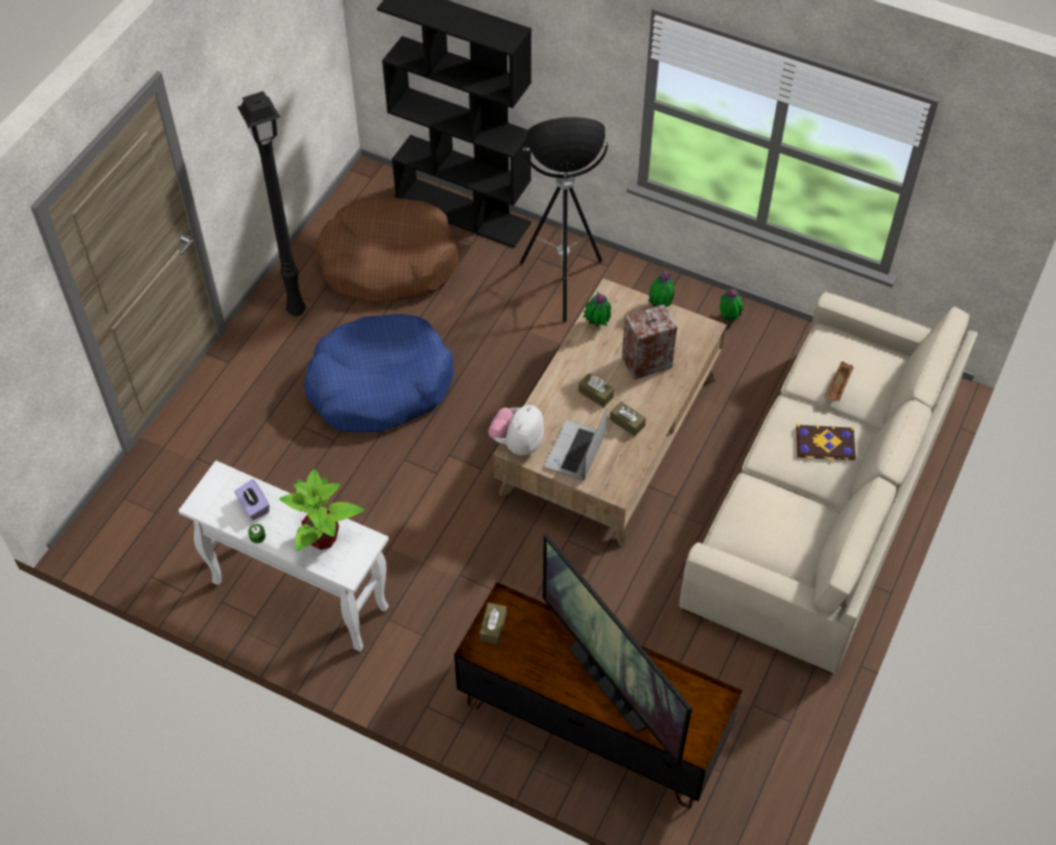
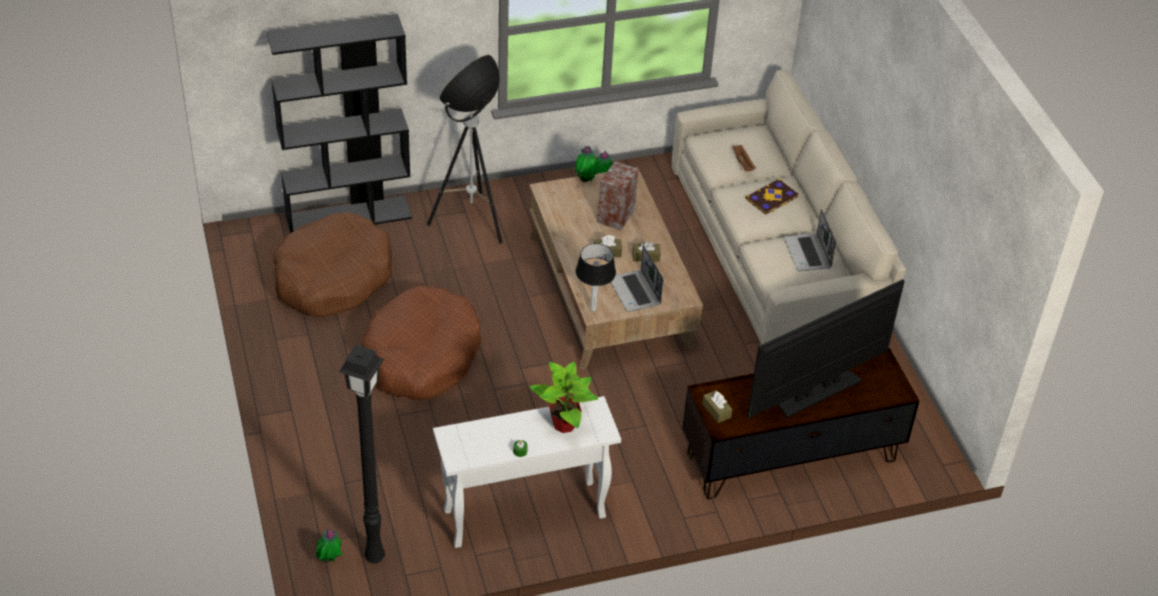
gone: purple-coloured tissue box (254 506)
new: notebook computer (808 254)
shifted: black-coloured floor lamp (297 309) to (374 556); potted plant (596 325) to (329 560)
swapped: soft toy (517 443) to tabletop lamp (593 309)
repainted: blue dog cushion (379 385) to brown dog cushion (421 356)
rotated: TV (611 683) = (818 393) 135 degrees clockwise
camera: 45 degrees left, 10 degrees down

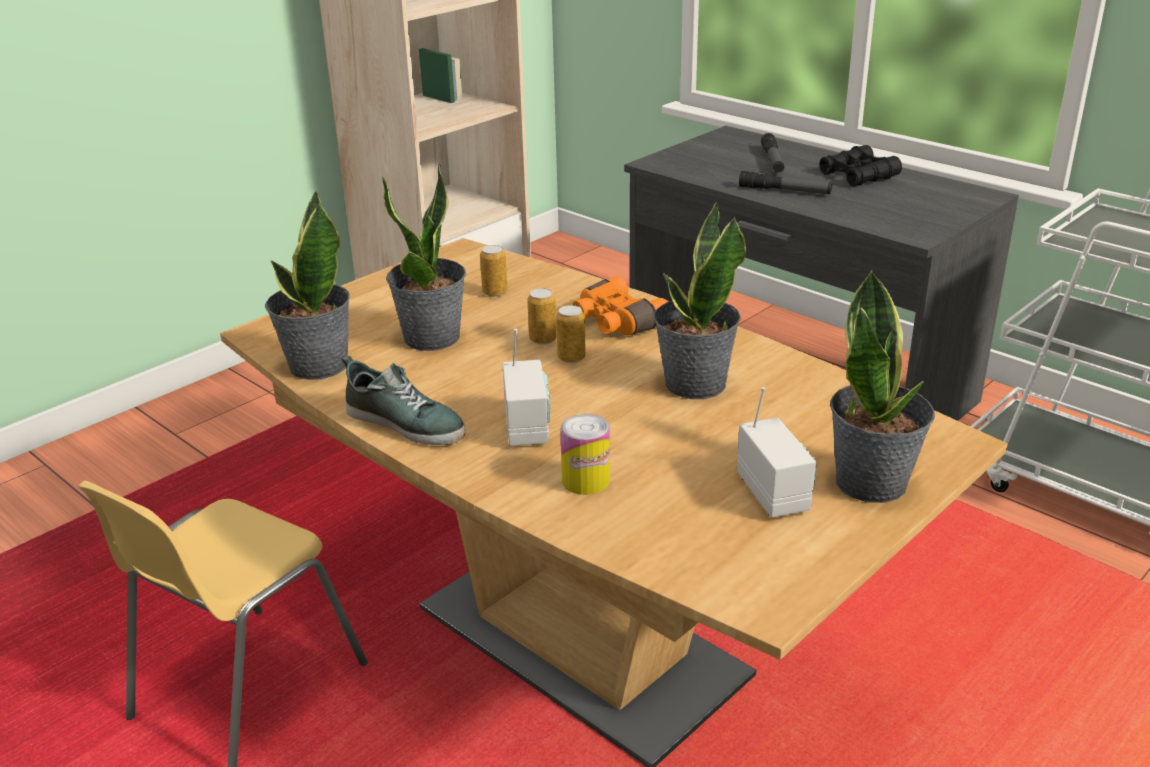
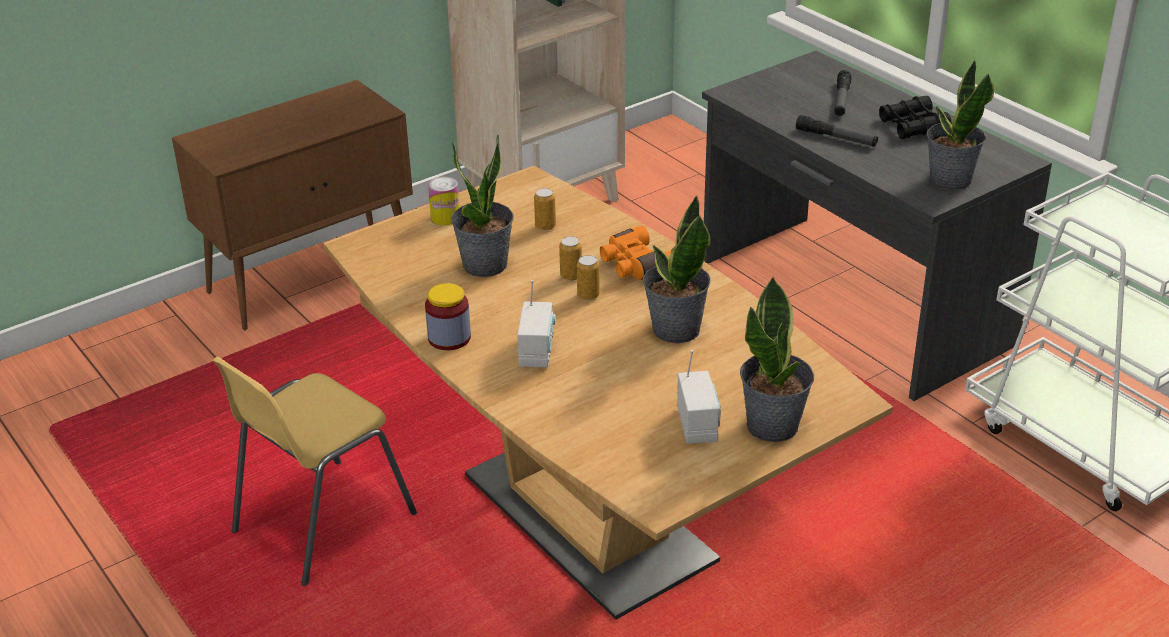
new: brown storage cabinet (313 278)
shifted: potted plant (317 366) to (949 180); can (586 480) to (445 218)
swapped: shoe (406 422) to storage jar (449 338)
camera: 10 degrees right, 5 degrees up

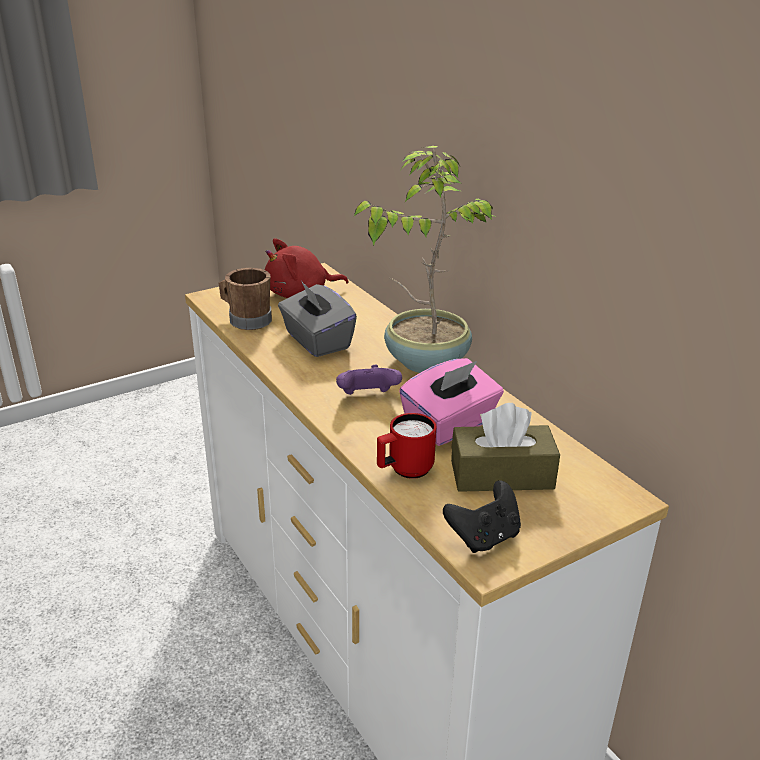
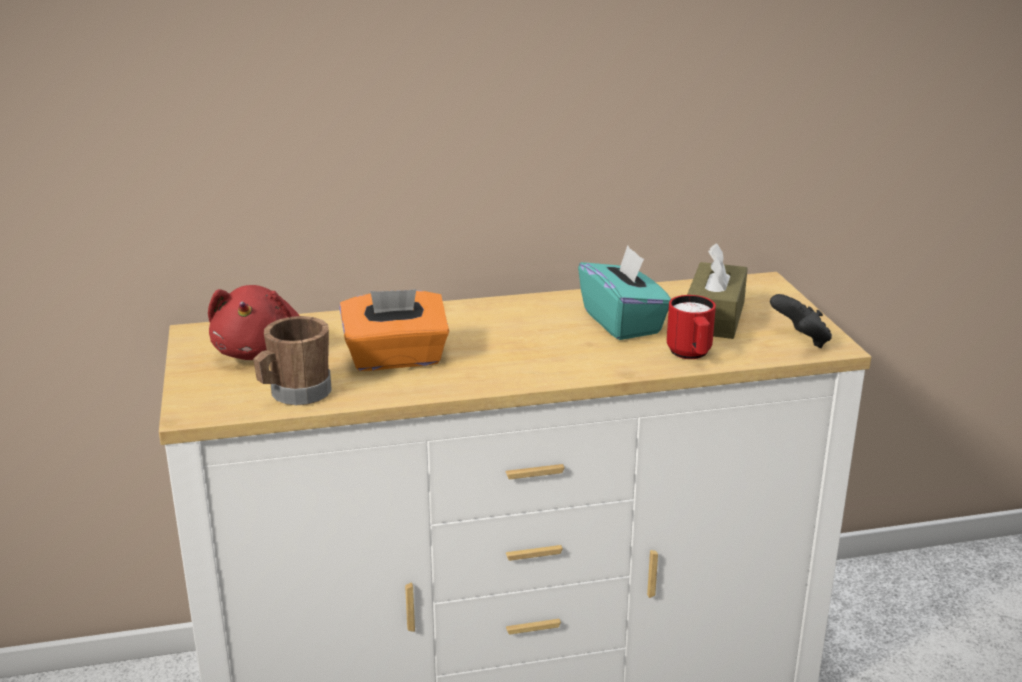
gone: purple-coloured joypad (367 397); potted plant (425 361)
repainted: grey tissue box (316 341) to orange-coloured tissue box (396 359); pink tissue box (450 425) to turquoise-coloured tissue box (623 322)
camera: 70 degrees left, 5 degrees down

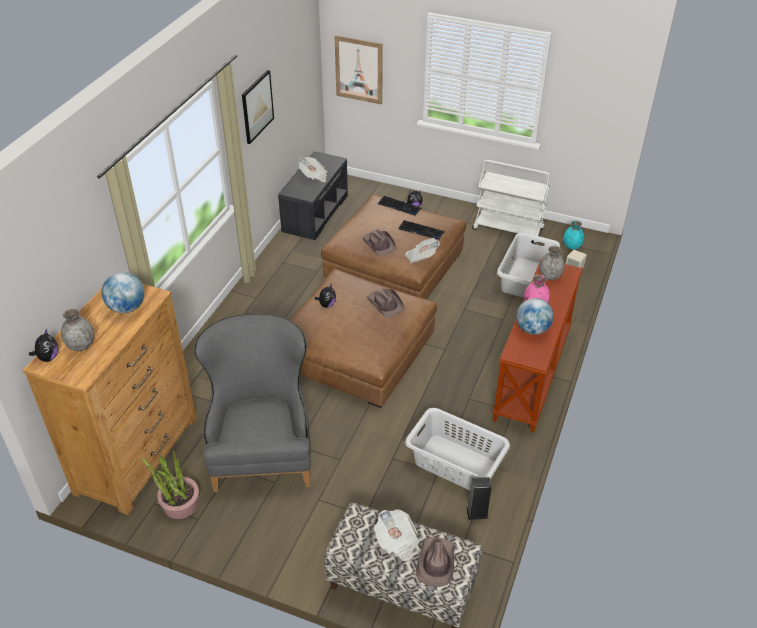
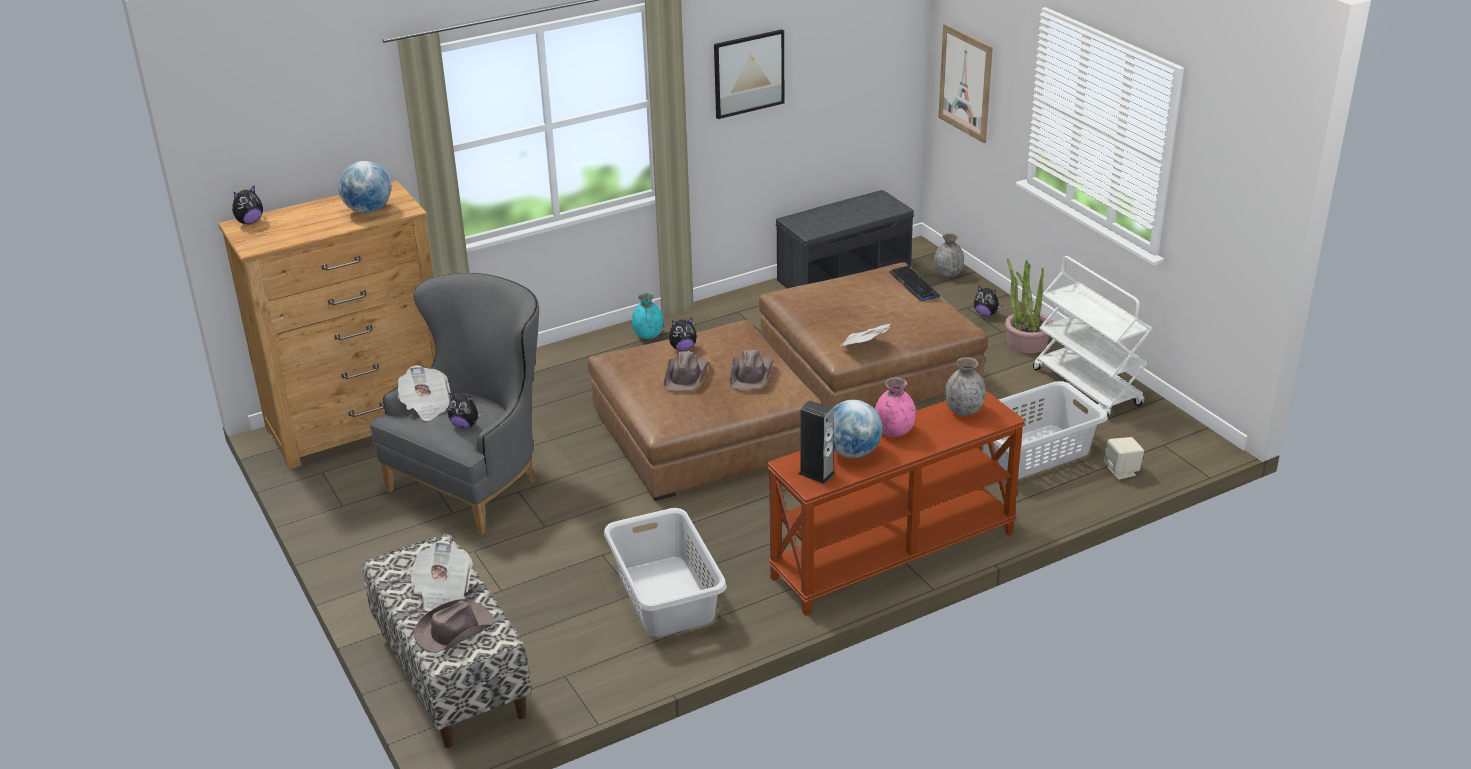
gone: keyboard (421 230)
new: soft toy (465 425)
shifted: grey decorative vase (81 345) to (948 274); potted plant (180 504) to (1026 342); newspaper (314 176) to (426 406); brown hat (379 244) to (686 376); audio speaker (477 513) to (816 473); turquoise-coloured decorative vase (572 246) to (648 335)
camera: 40 degrees right, 10 degrees down

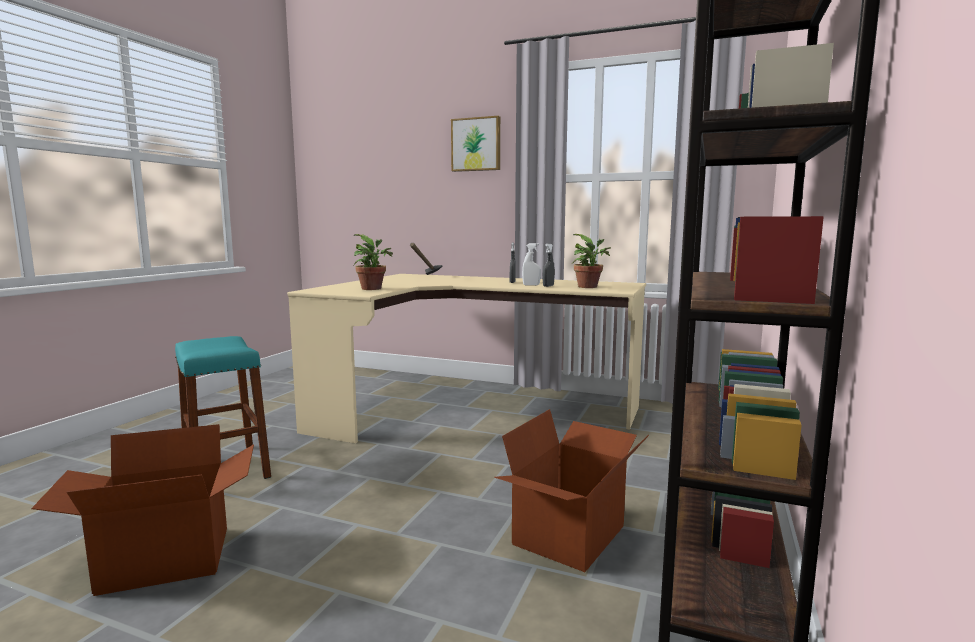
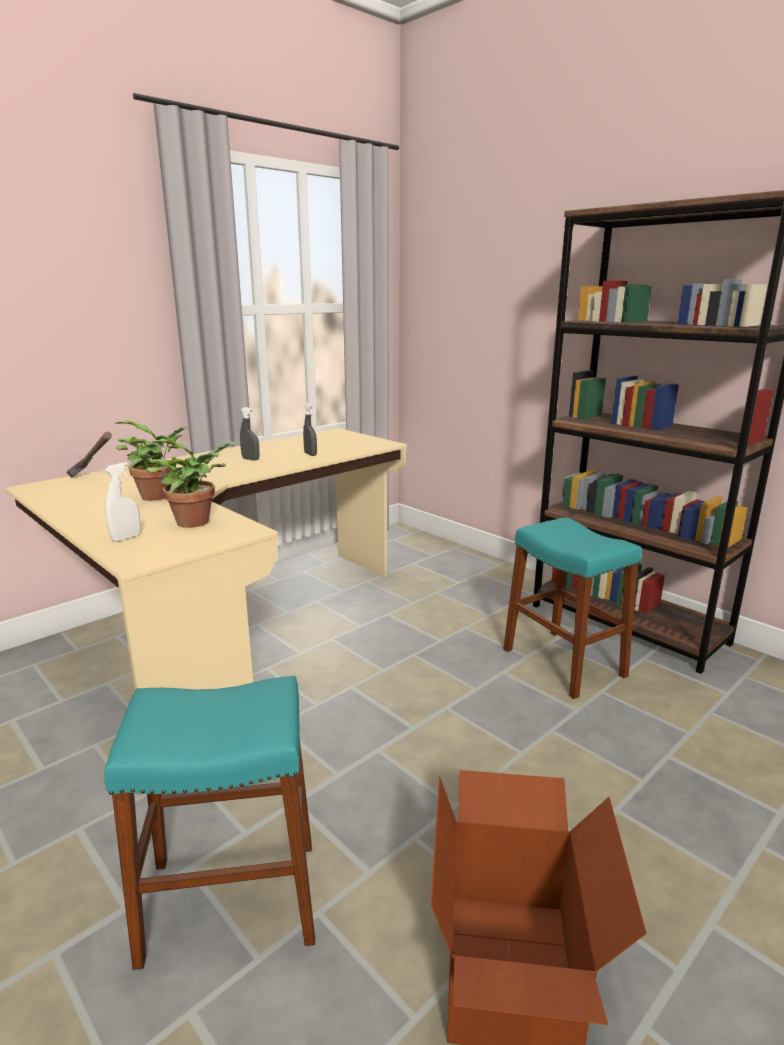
gone: wall art (476 144)
shifted: whitish spray bottle (531 285) to (126 538); potted plant (589 287) to (160 496)
swapped: carton (571 536) to turquoise-coloured sitting stool (563 662)
camera: 65 degrees left, 10 degrees up

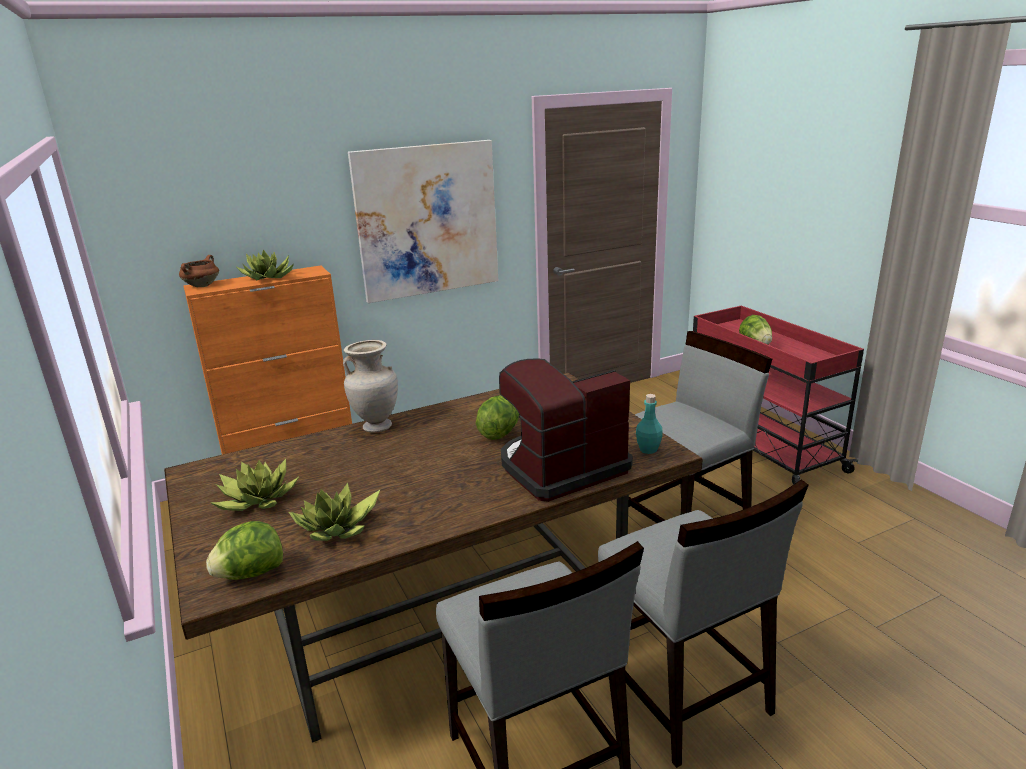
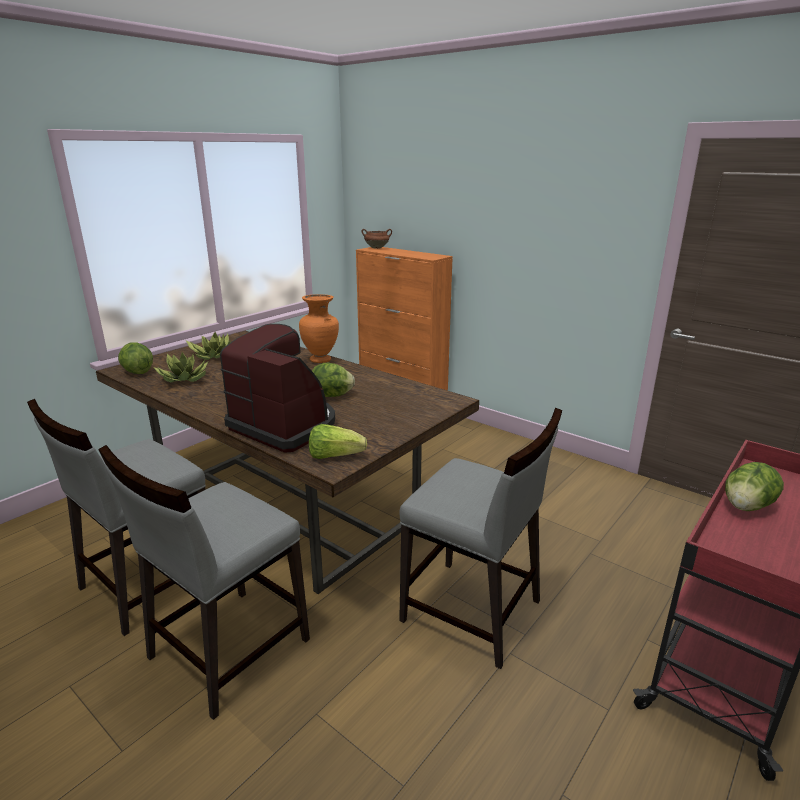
gone: potted plant (268 278); wall art (427 220)
swapped: turquoise-coloured drink bottle (648 449) to lettuce (334 456)
repainted: beige decorative vase (377 427) to orange-coloured decorative vase (321 360)
camera: 65 degrees right, 0 degrees up

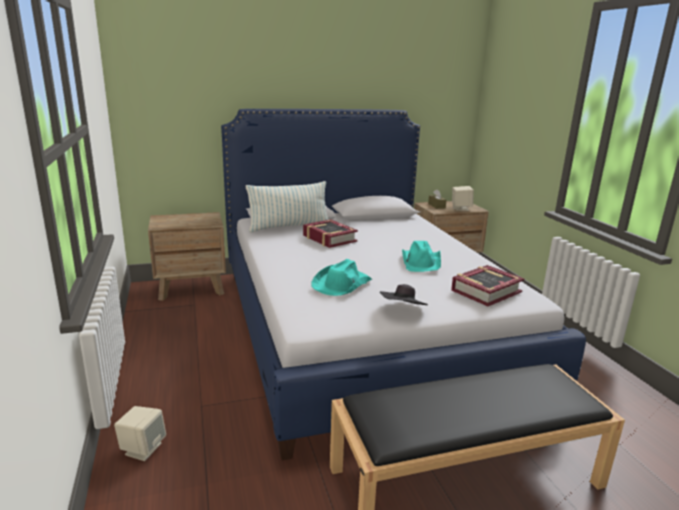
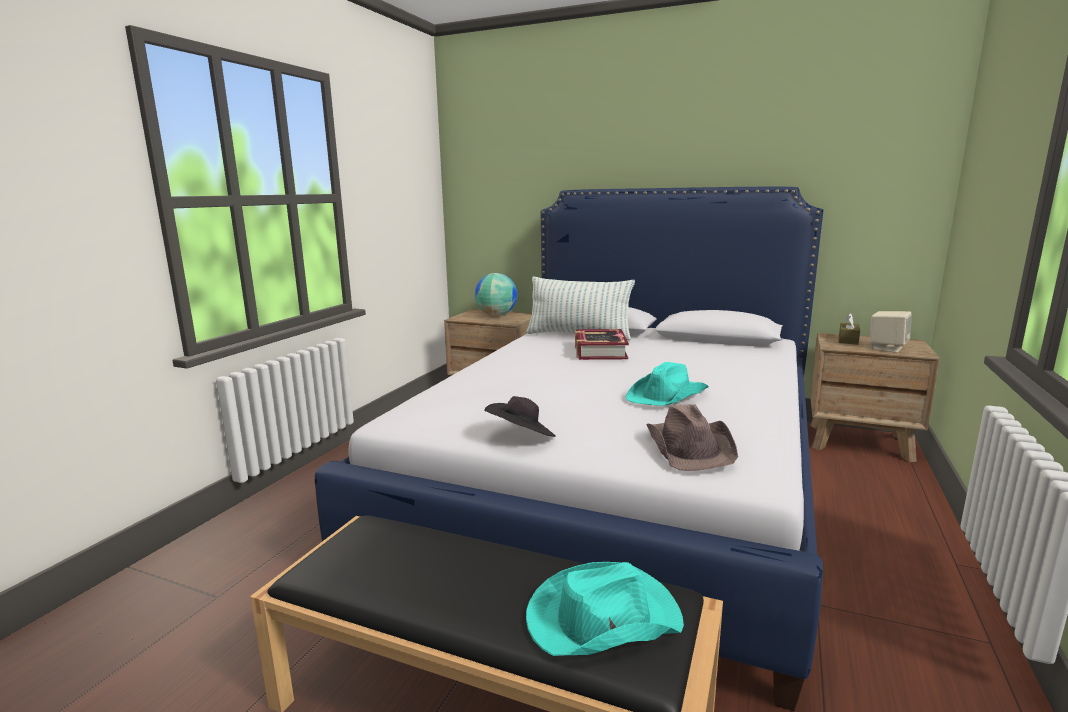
gone: beige audio speaker (143 448)
new: desk globe (496 315)
shifted: turquoise-coloured hat (341 284) to (601 618)
swapped: book (485 291) to brown hat (690 447)
camera: 40 degrees right, 5 degrees down

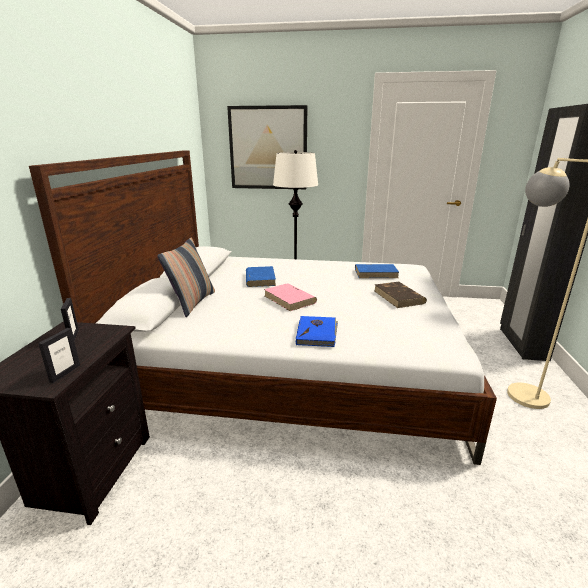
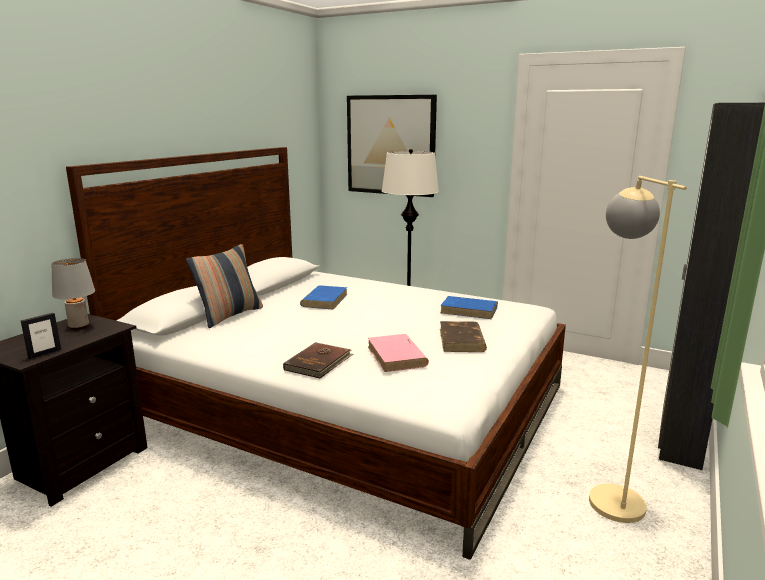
shifted: pink book (290 299) to (397 356)
swapped: standing frame (73 336) to grey tabletop lamp (79 326)
repainted: blue book (317 333) to brown book (319 363)
camera: 20 degrees right, 5 degrees down

